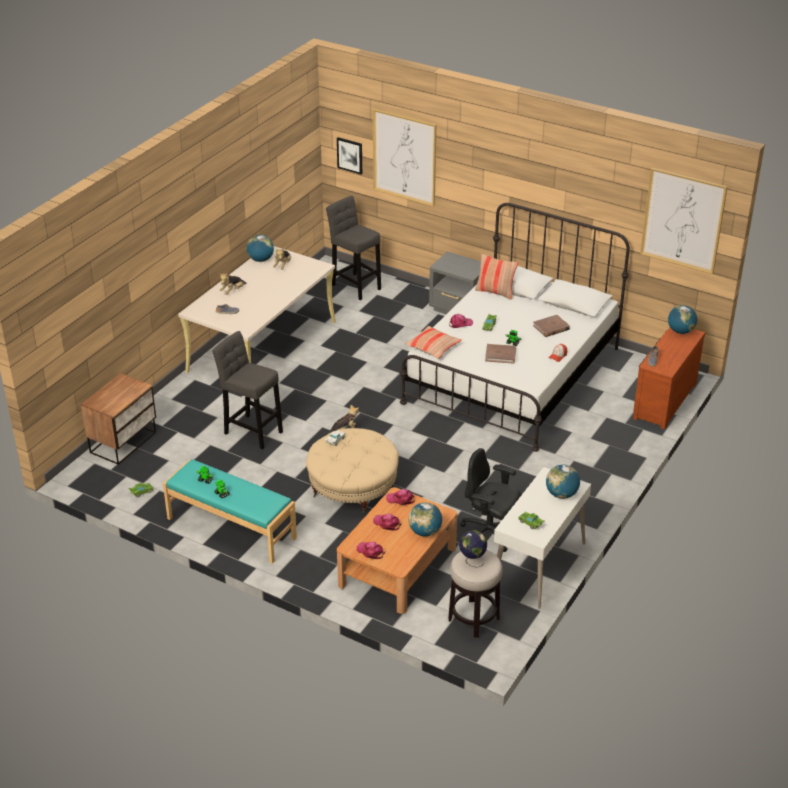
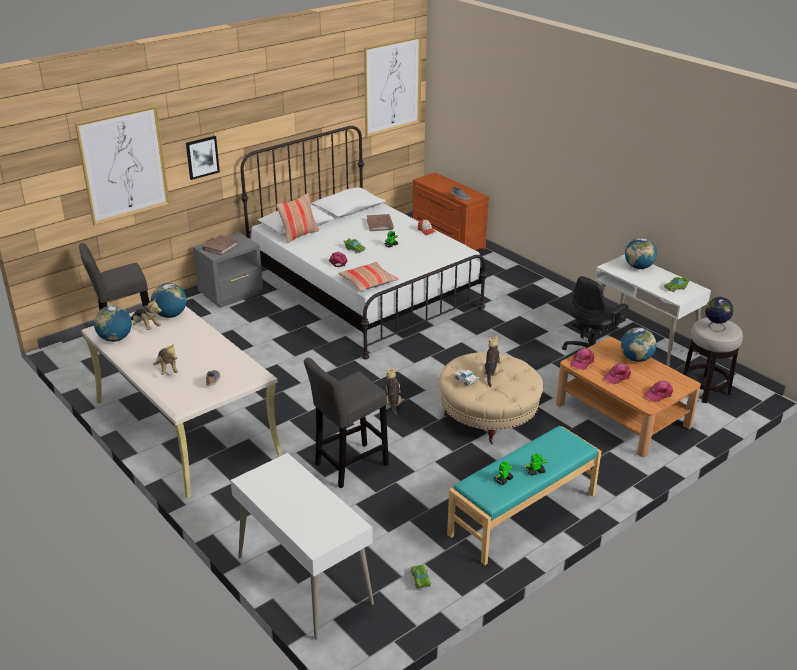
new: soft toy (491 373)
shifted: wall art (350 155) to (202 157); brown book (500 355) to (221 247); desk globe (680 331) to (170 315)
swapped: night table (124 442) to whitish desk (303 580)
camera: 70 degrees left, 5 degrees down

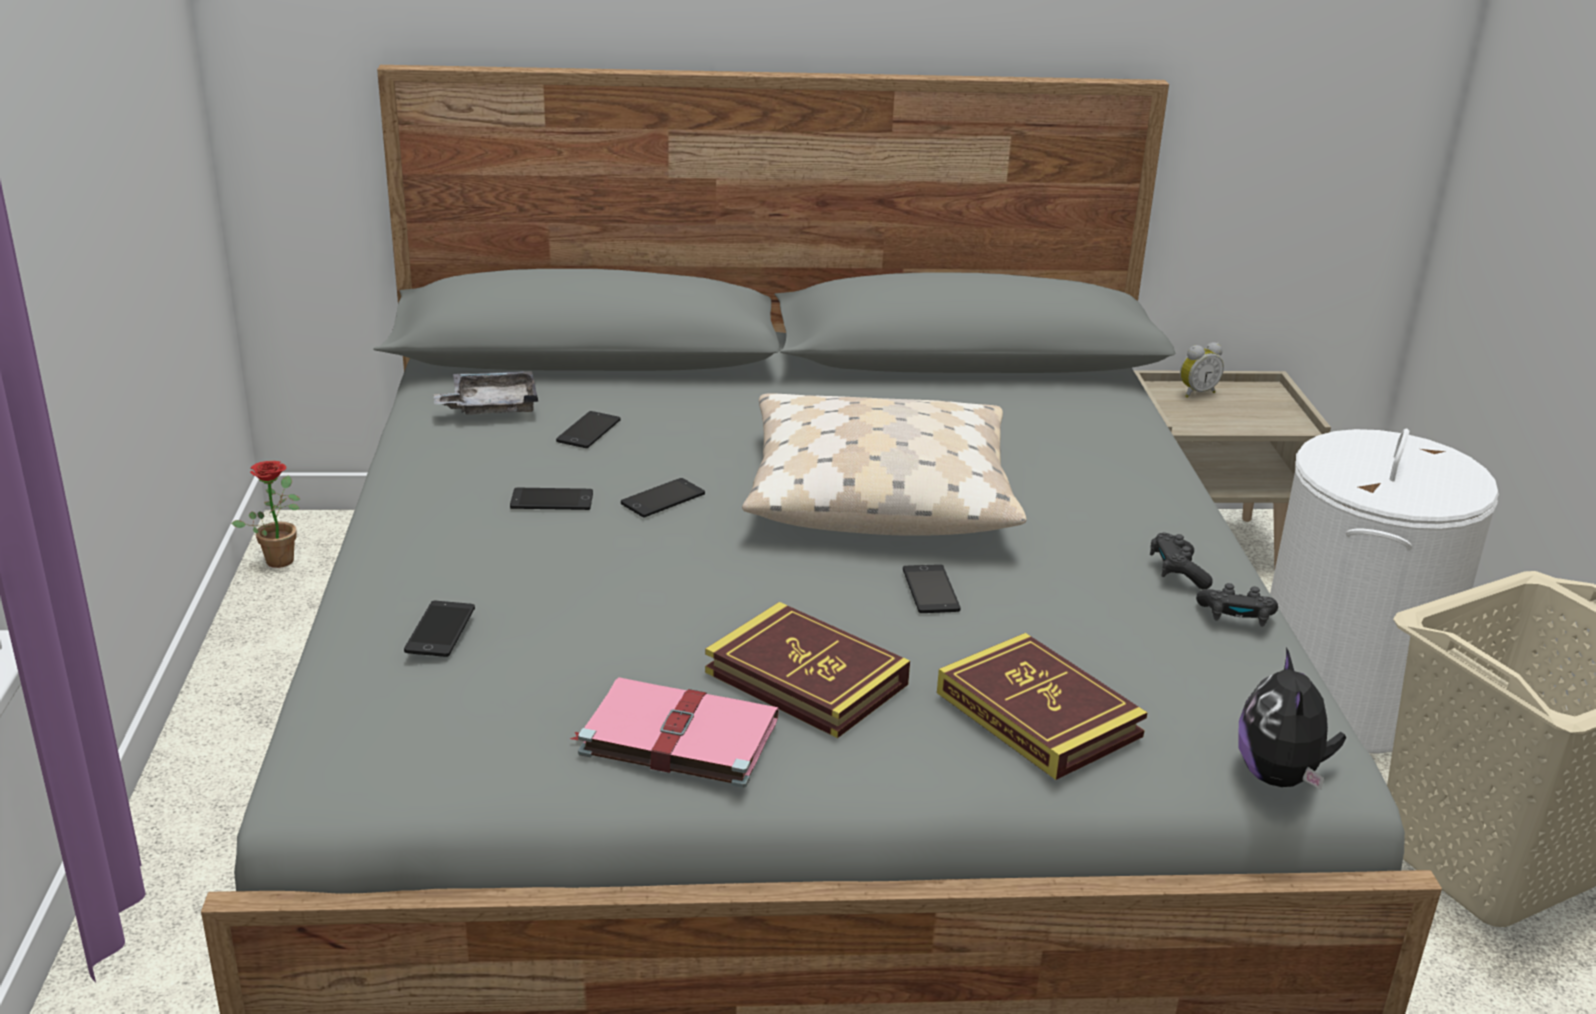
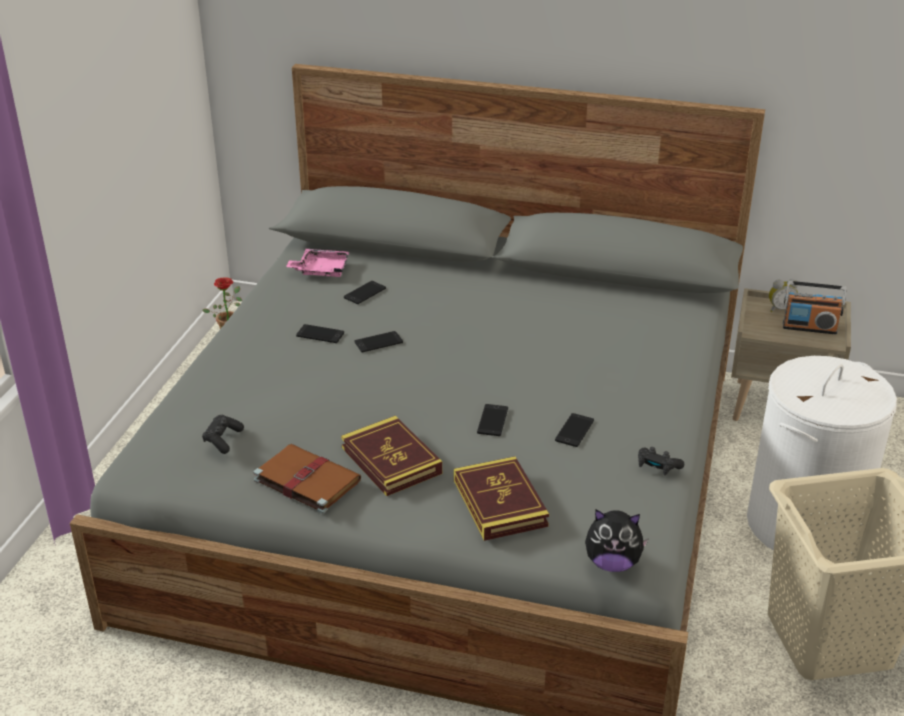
gone: beige cushion (878 493)
new: radio receiver (809 327)
shifted: handset (440 630) to (574 430); black-coloured joypad (1177 572) to (223 440)
repainted: grey tray (491 406) to pink tray (321 270); pink book (676 736) to brown book (305 480)
rotated: soft toy (1280 777) = (612 563) 105 degrees counterclockwise
camera: 20 degrees right, 5 degrees up

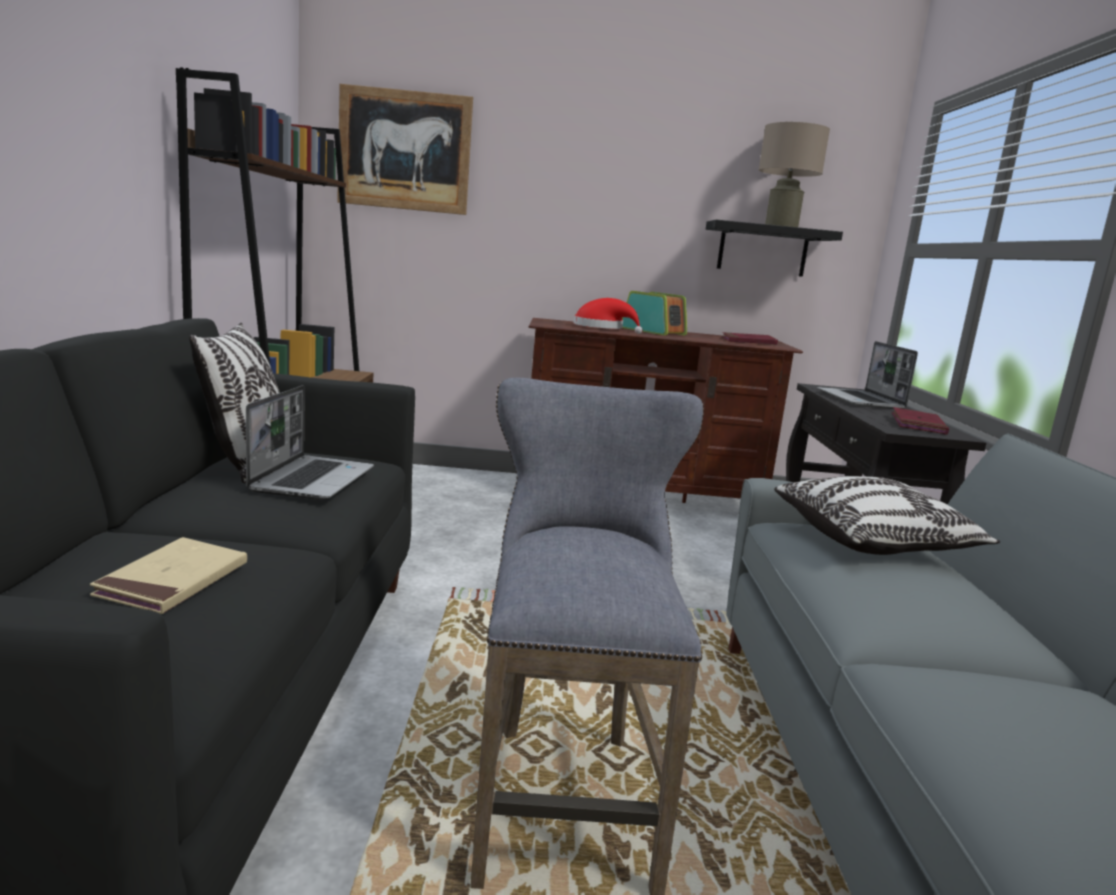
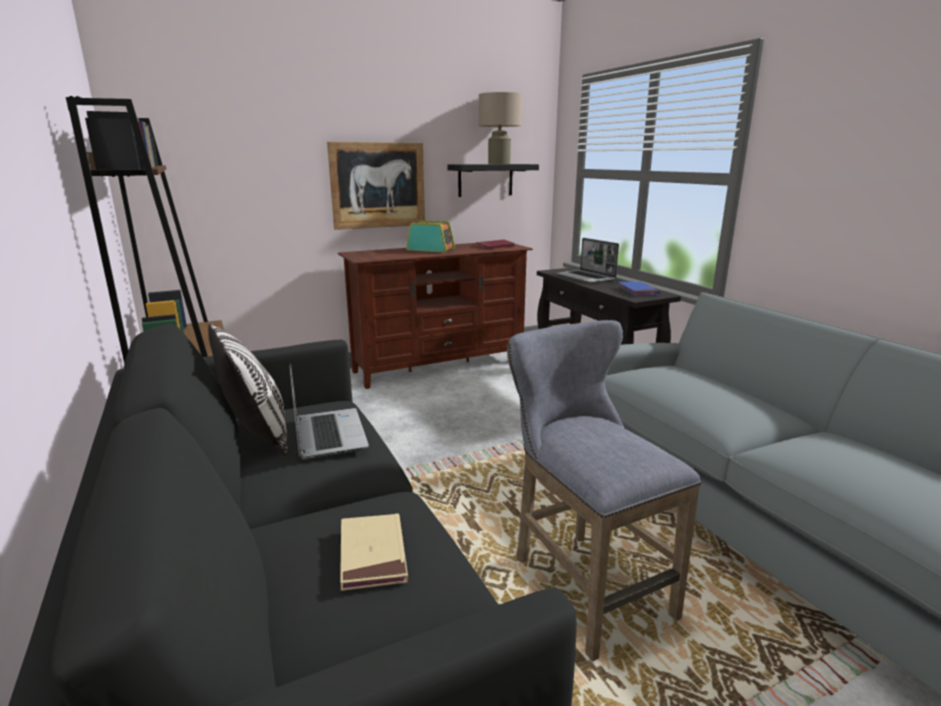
gone: red-coloured hat (602 328); cushion (874 541)
shifted: wall art (404 151) to (378 185)
repainted: red-coloured book (918 425) to blue book (637 291)
camera: 25 degrees left, 5 degrees up

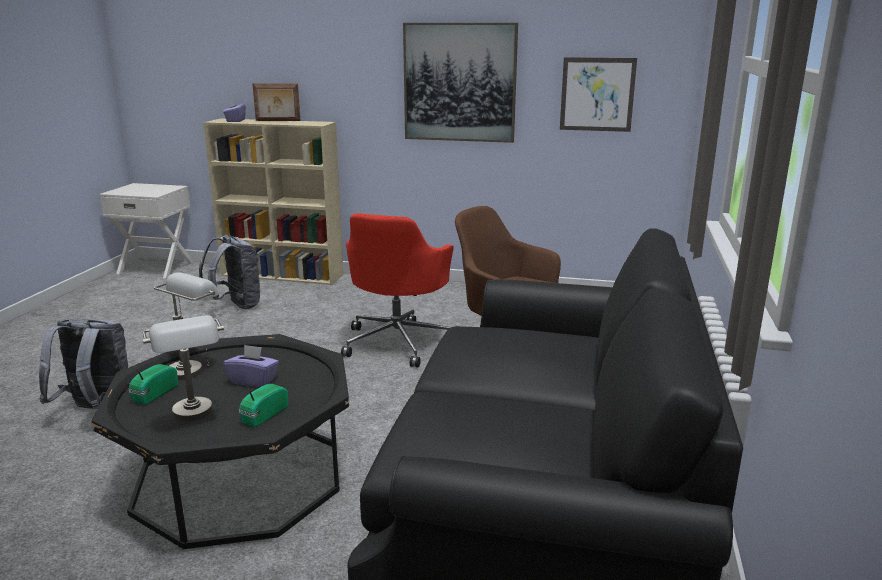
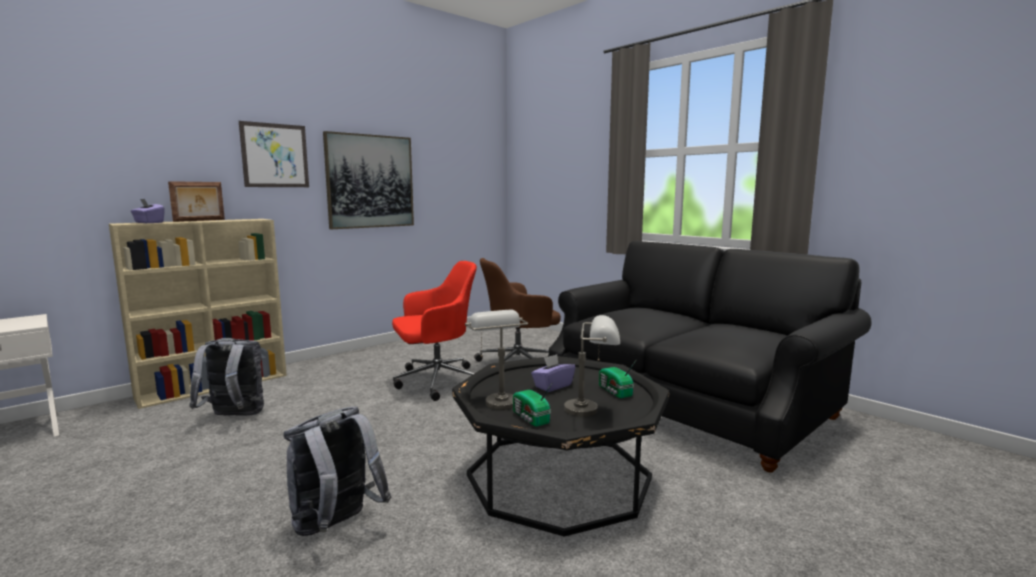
shifted: wall art (597 94) to (275 155)
rotated: red-coloured desk chair (398 341) = (436 381) 75 degrees counterclockwise
camera: 55 degrees left, 10 degrees down

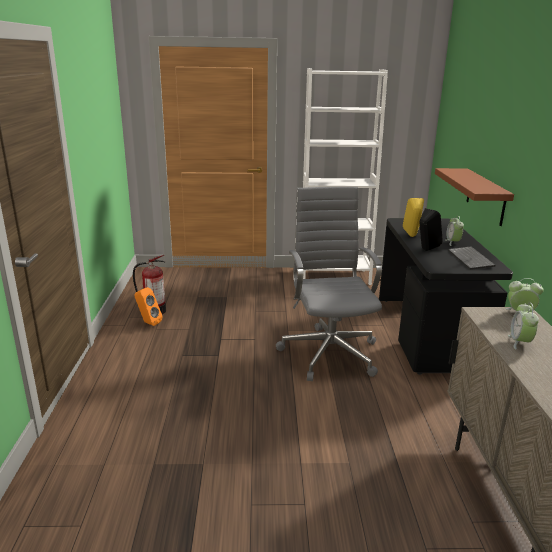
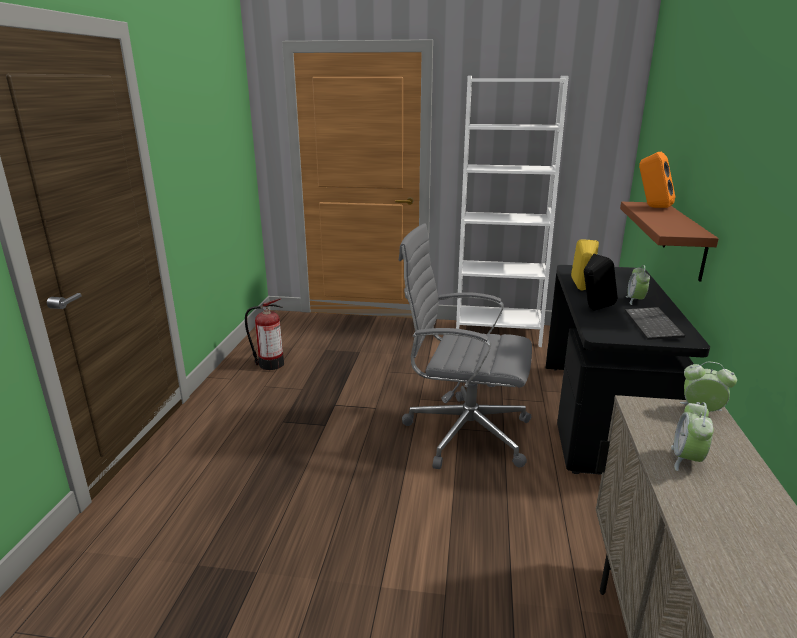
shifted: orange-coloured audio speaker (148 323) to (652 207)
rotated: grey desk chair (329 352) = (463 432) 75 degrees counterclockwise
camera: 10 degrees right, 0 degrees up

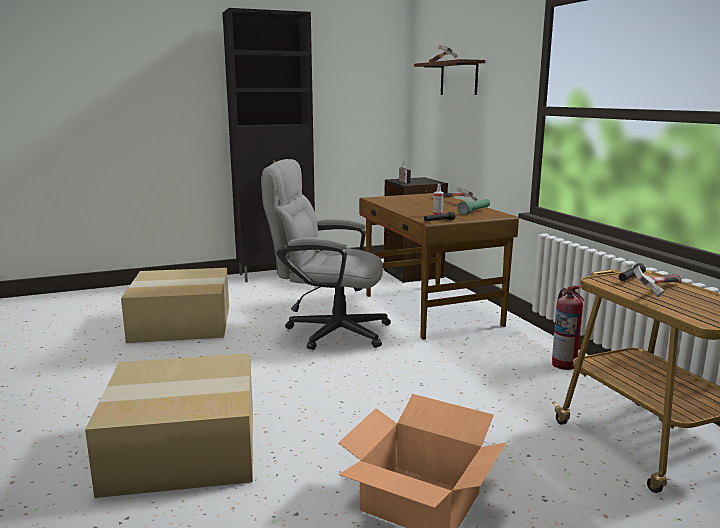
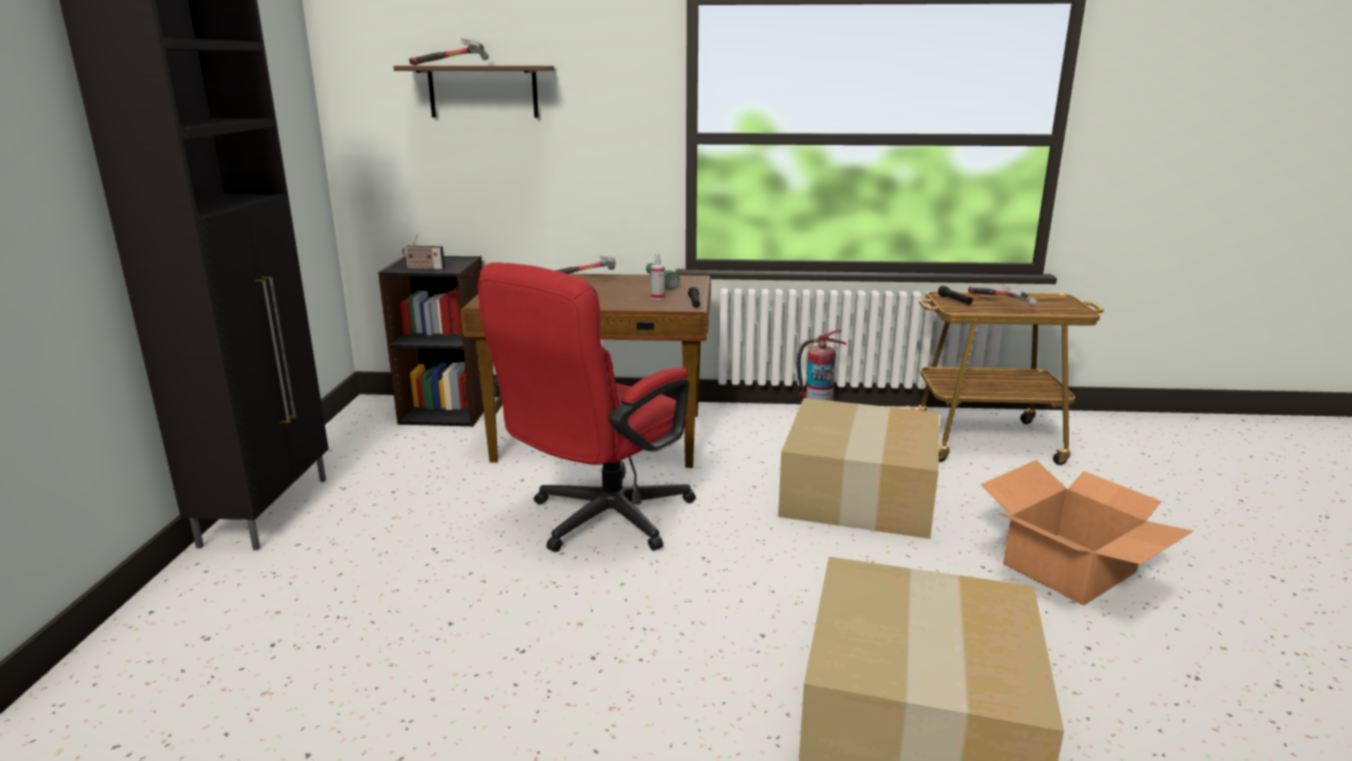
shifted: carton (180 323) to (861 494)
repainted: grey desk chair (328 331) to red-coloured desk chair (599 521)
camera: 65 degrees left, 5 degrees up

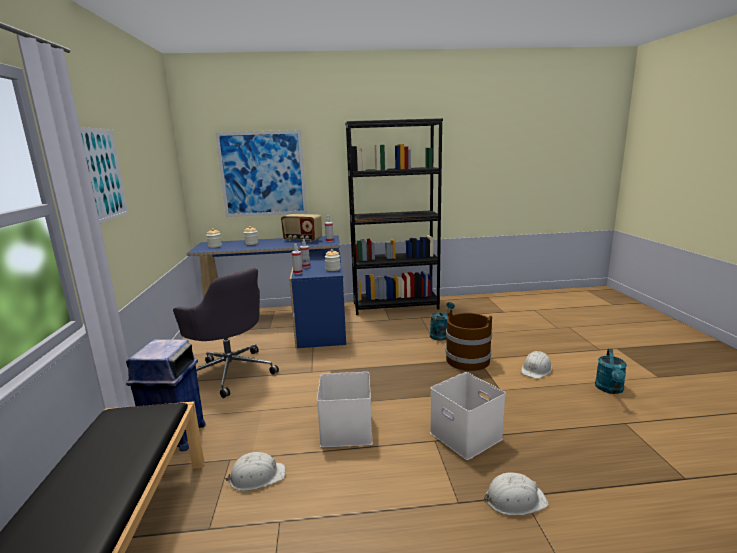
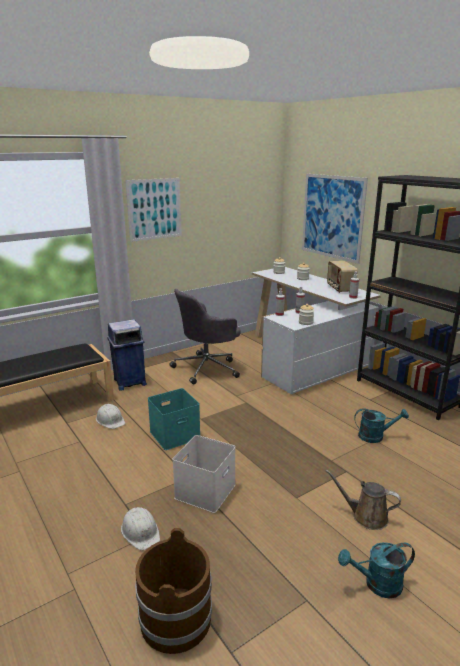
shifted: brown water bucket (467 360) to (175 618)
swapped: whitish work helmet (536 369) to brown watering can (366 516)
repainted: blue desk (287 320) to whitish desk (305 356); whitish storage container (345 429) to turquoise-coloured storage container (175 434)
rotated: grey desk chair (230 372) = (207 368) 45 degrees clockwise
camera: 60 degrees right, 5 degrees up

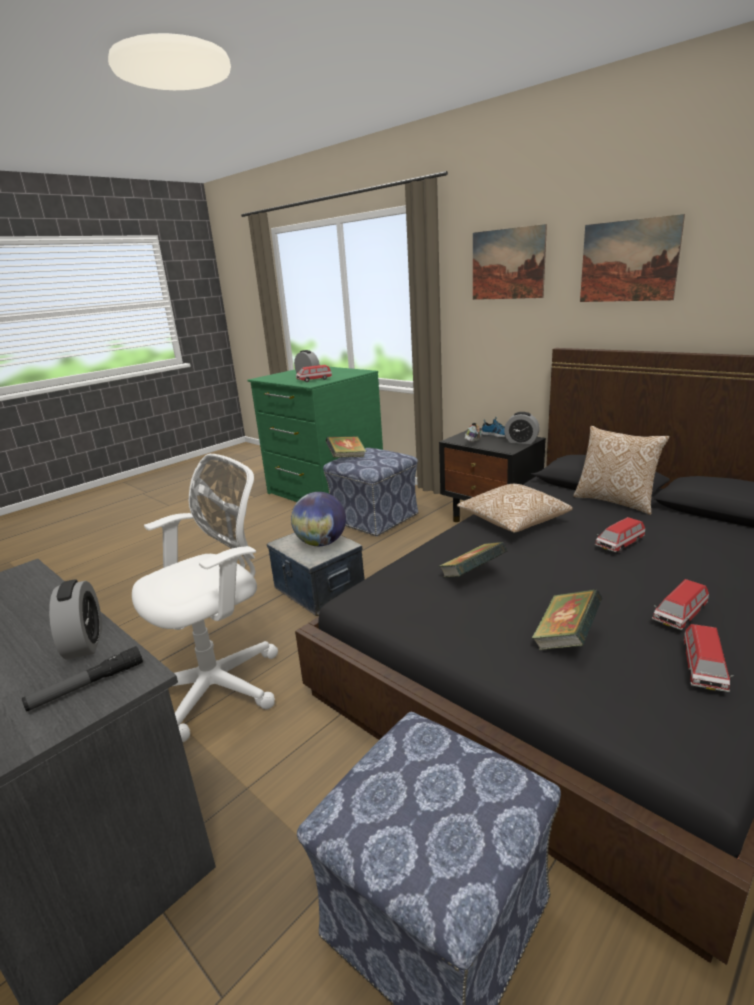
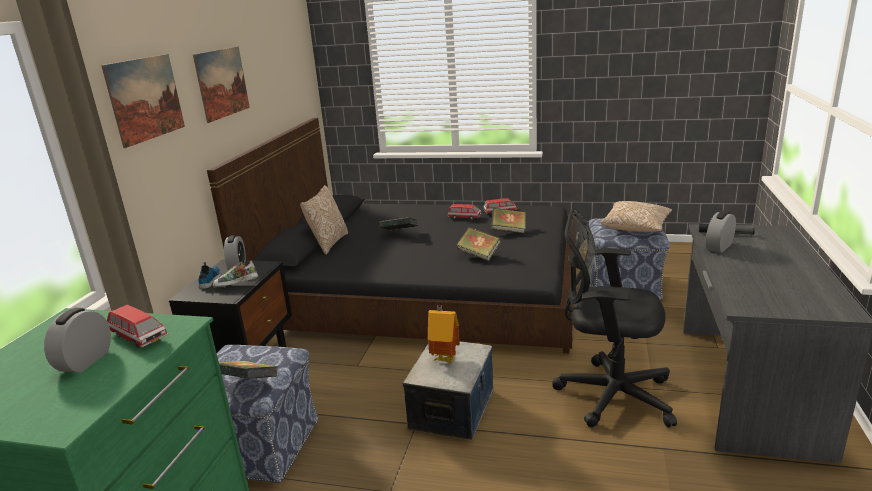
shifted: cushion (512 522) to (635 227)
swapped: desk globe (321 543) to toy house (445 358); toy car (619 544) to book (400 234)
repainted: whitish desk chair (219 685) to black-coloured desk chair (609 394)
camera: 120 degrees left, 0 degrees up

